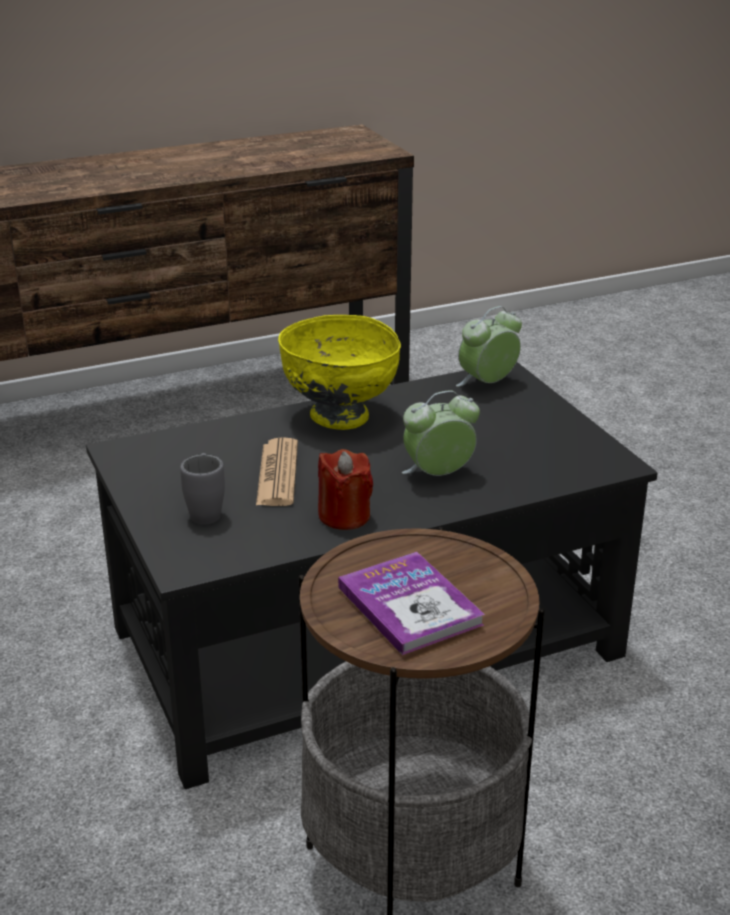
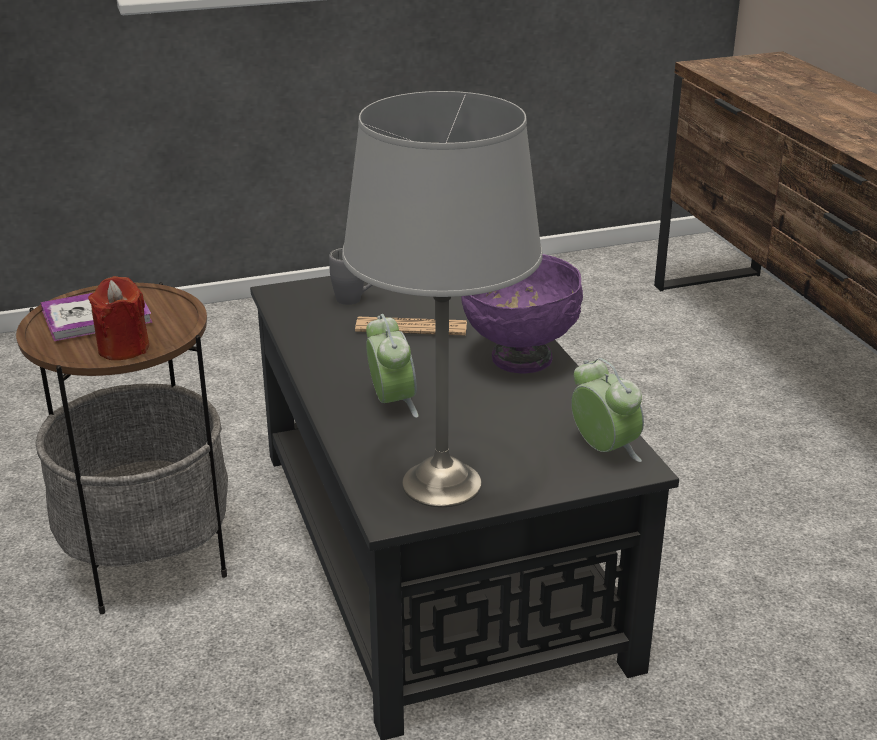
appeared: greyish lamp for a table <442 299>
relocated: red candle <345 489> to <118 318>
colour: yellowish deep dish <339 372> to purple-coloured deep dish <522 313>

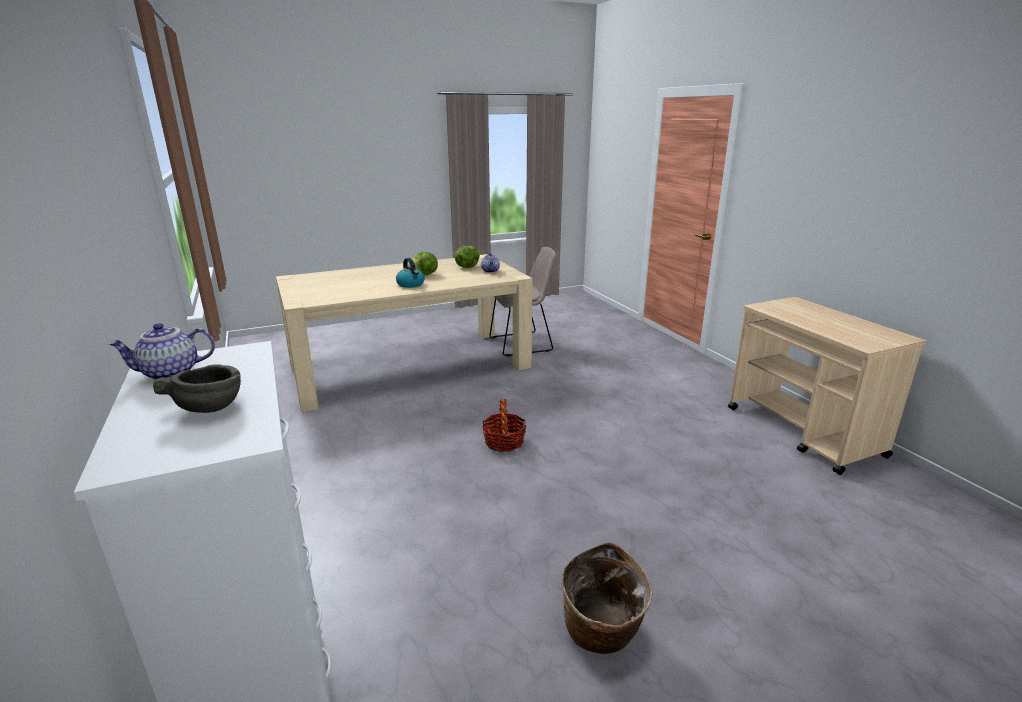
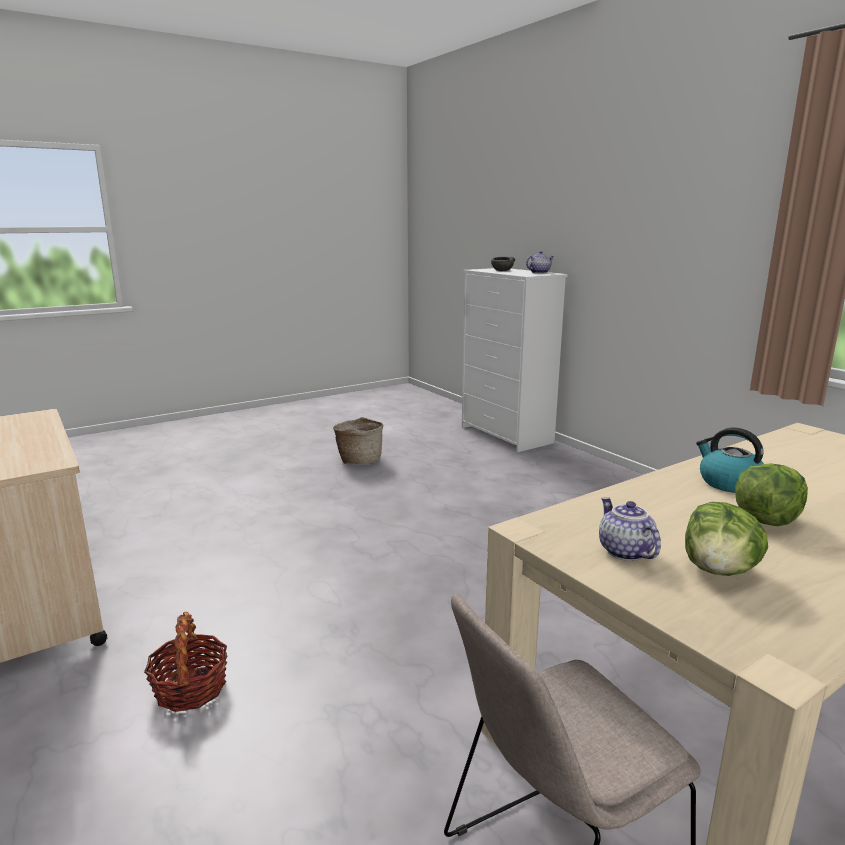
relocated: storage basket <504 425> to <186 662>

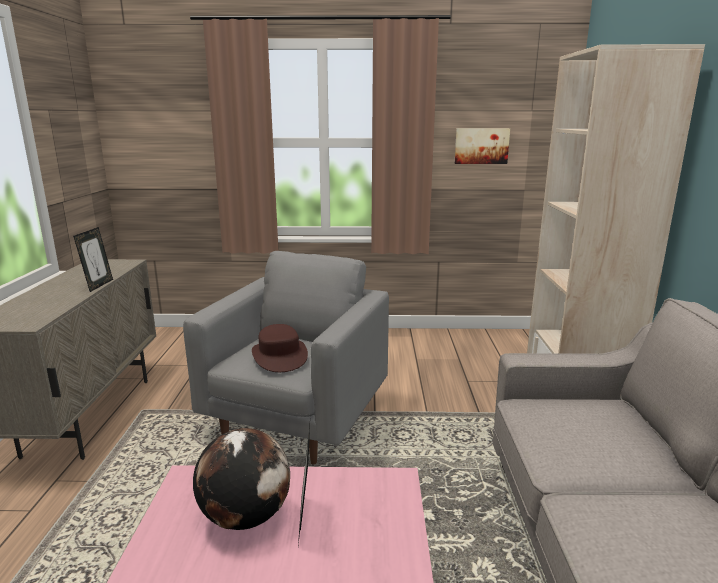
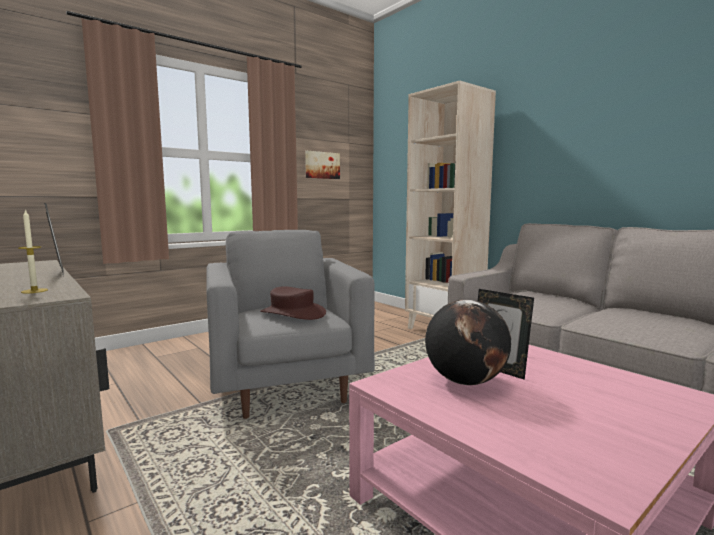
appeared: candle <33 251>

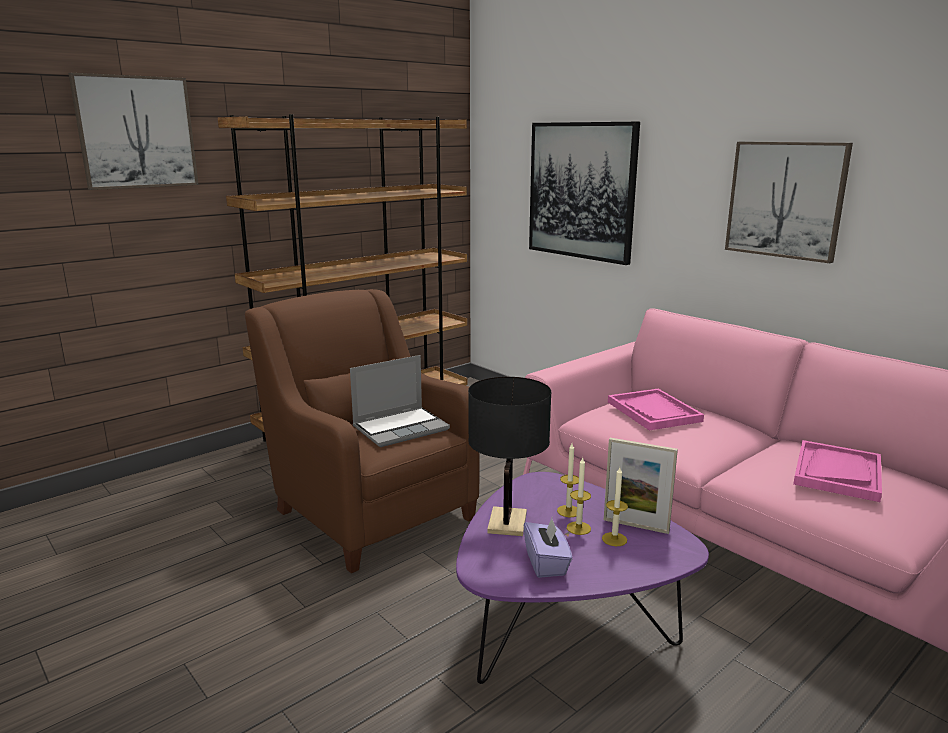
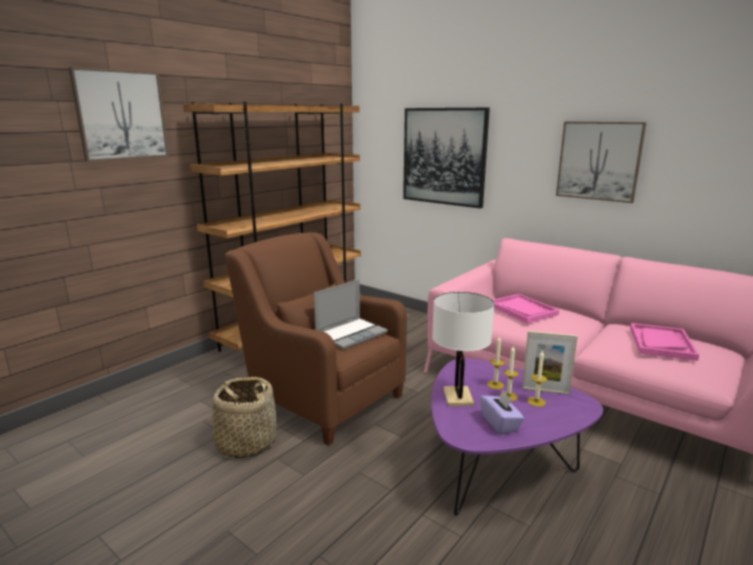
appeared: storage basket <244 418>
colour: black lamp for a table <509 456> to white-coloured lamp for a table <463 349>

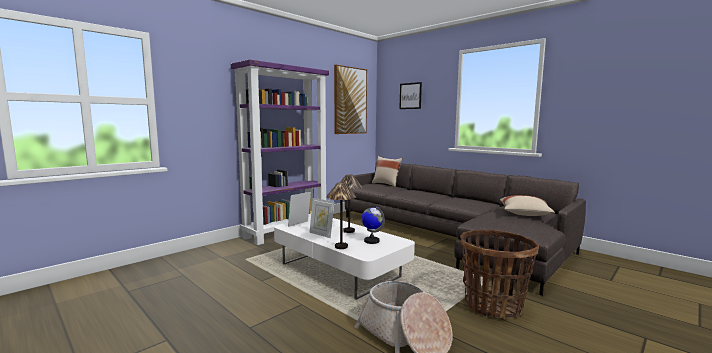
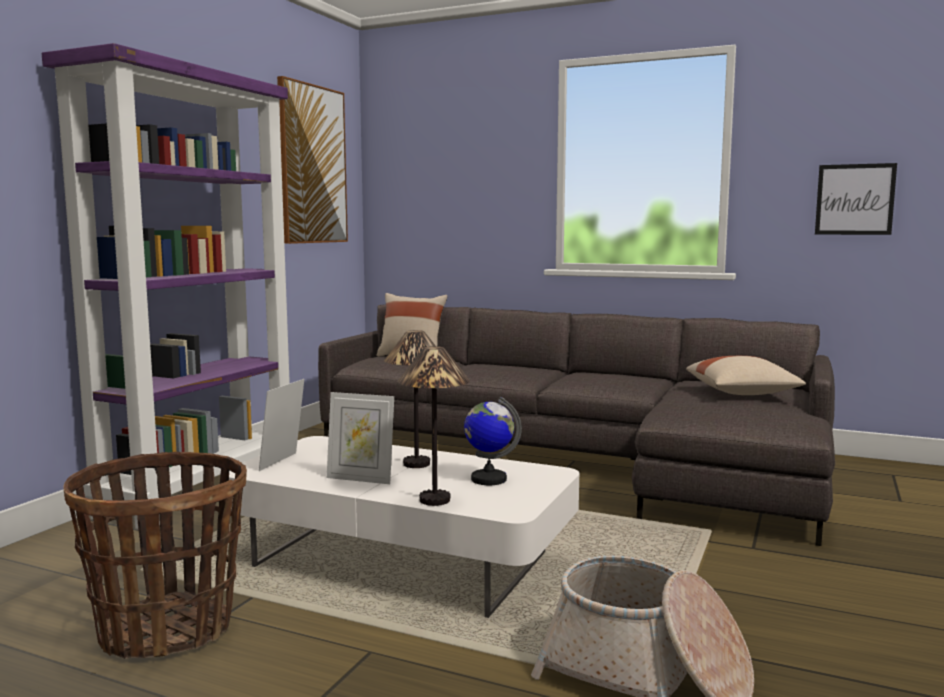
relocated: wall art <410 95> to <856 199>; storage basket <499 274> to <155 555>

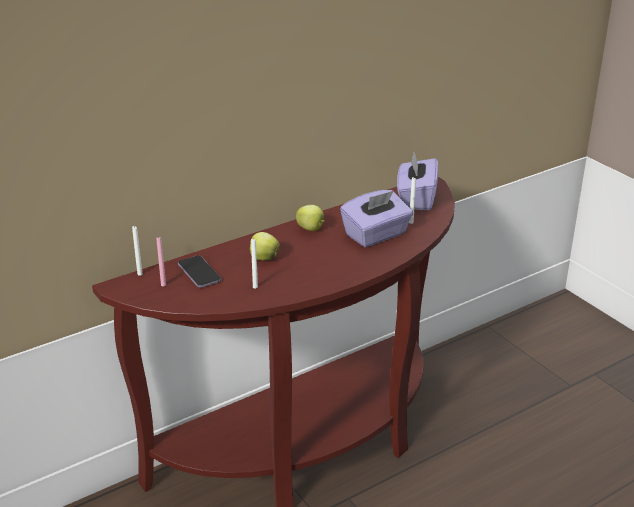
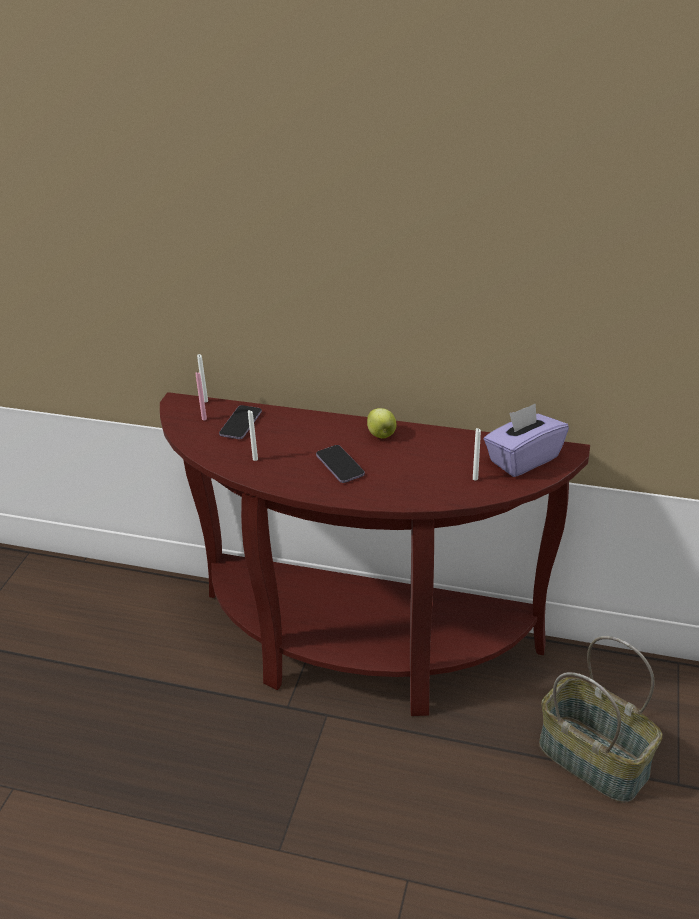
missing: purple-coloured tissue holder <376 218>; apple fruit <265 246>
appeared: telephone <340 464>; storage basket <600 719>

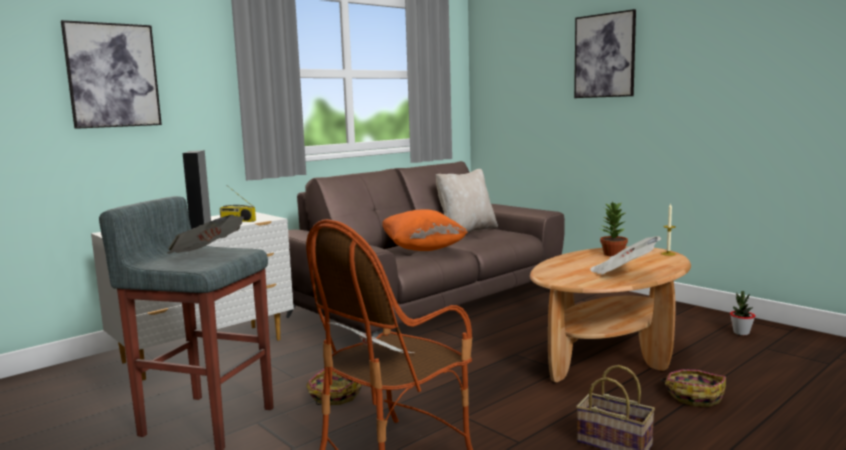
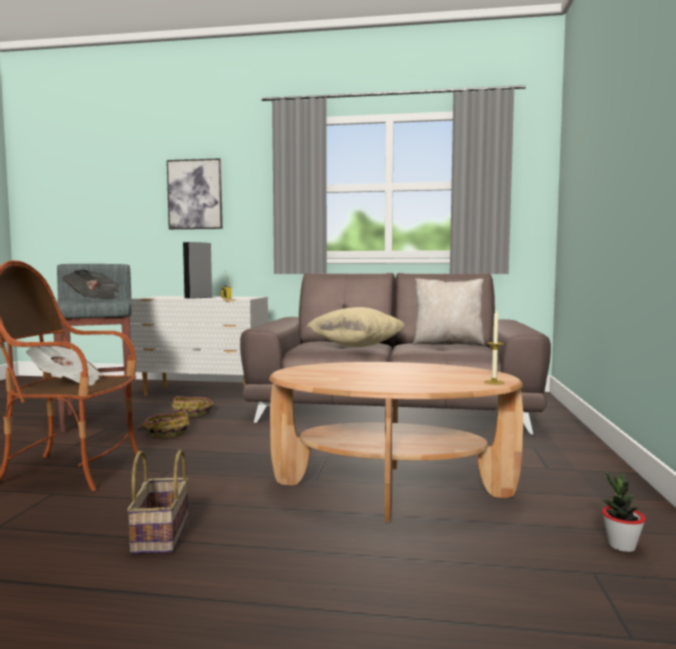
missing: wall art <605 53>; plant in a pot <614 228>; daily paper <625 255>
relocated: storage basket <693 388> to <193 406>
colour: orange cushion <425 230> to beige-coloured cushion <356 327>

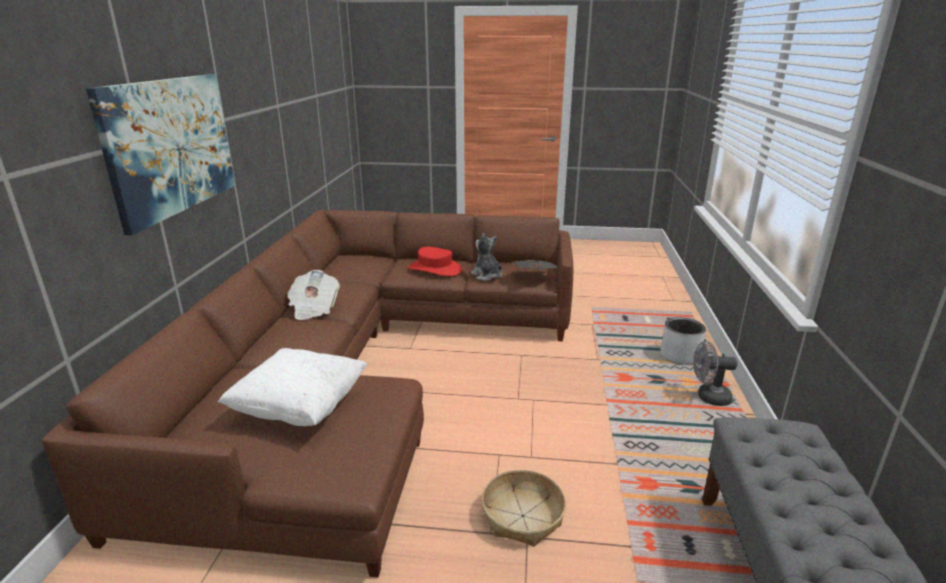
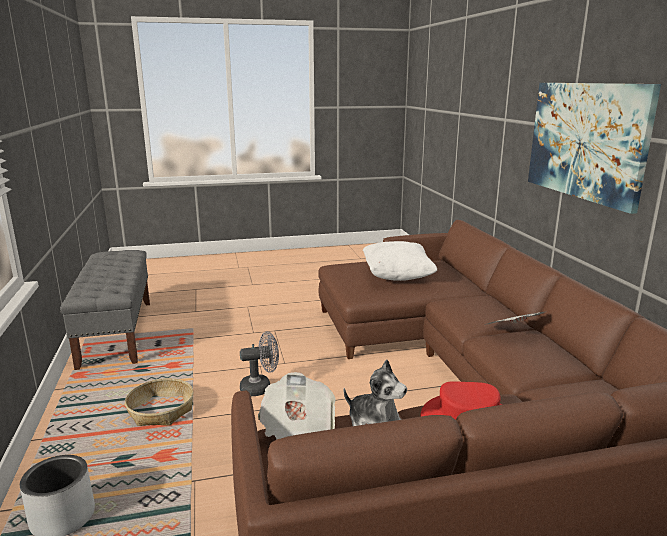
relocated: greyish fan <715 373> to <259 363>; storage basket <524 508> to <159 402>

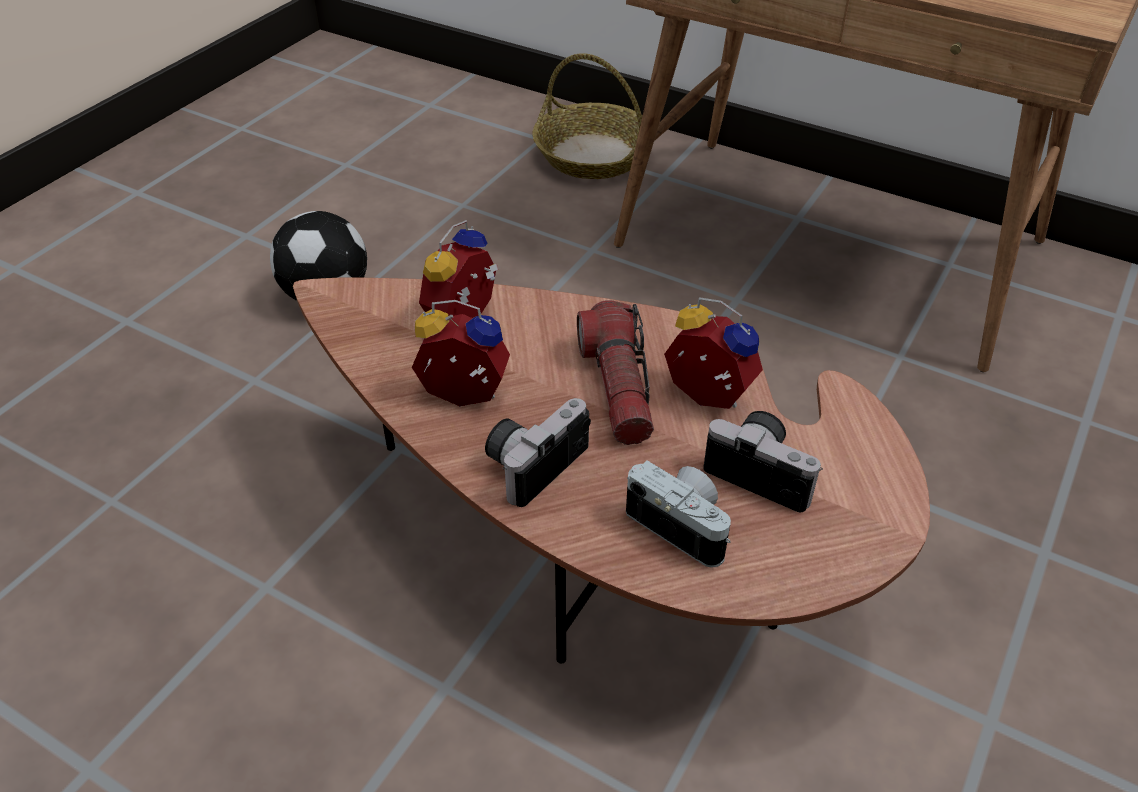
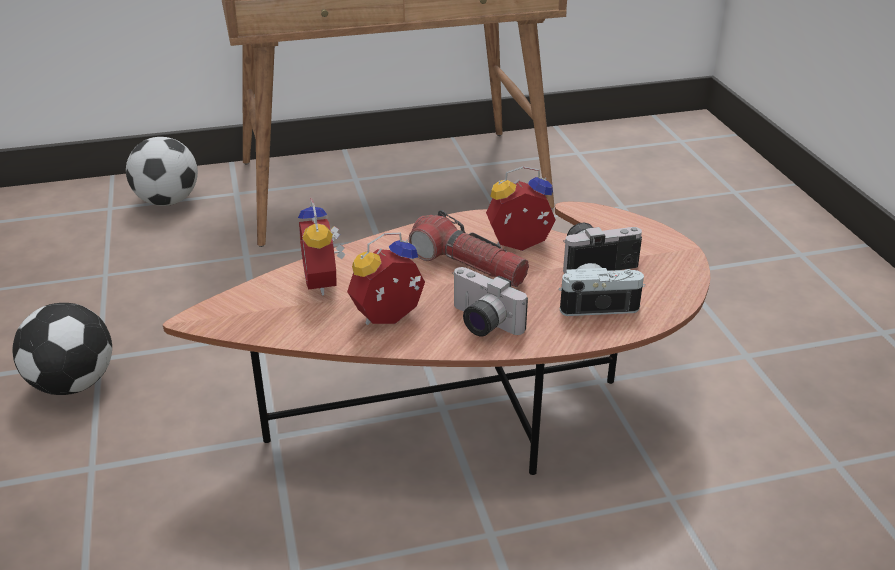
exchanged: storage basket <587 116> to ball for football <162 171>
spun: still camera <538 452> = <490 302> 45 degrees counterclockwise

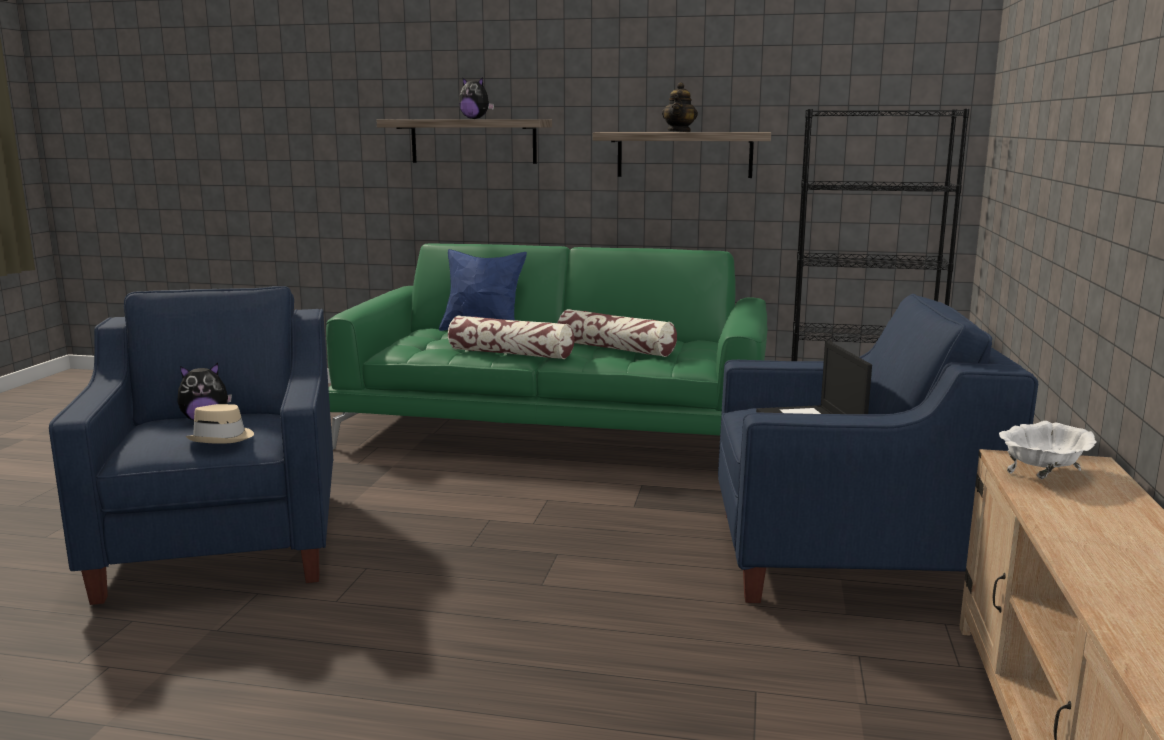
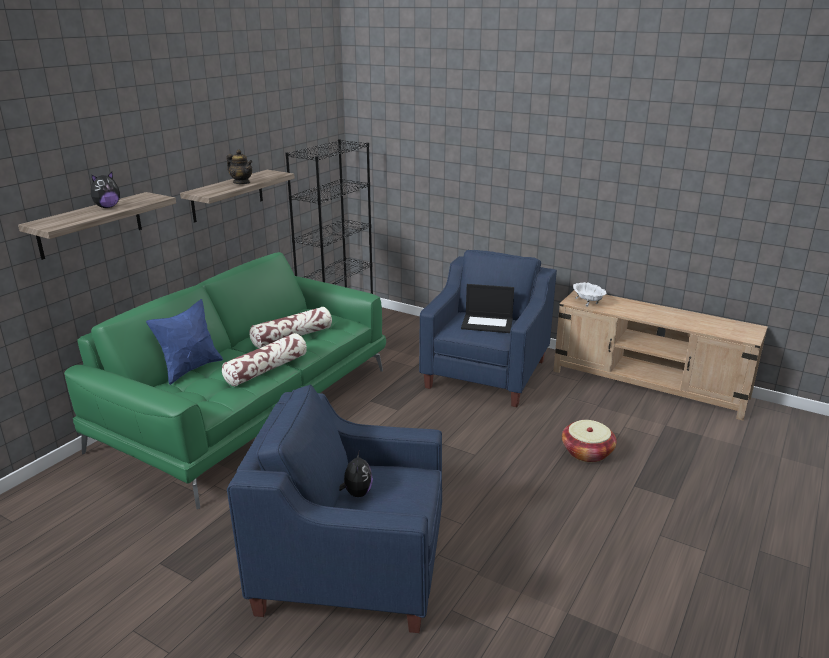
missing: beige-coloured clothing hat <220 424>
appeared: storage basket <589 441>

